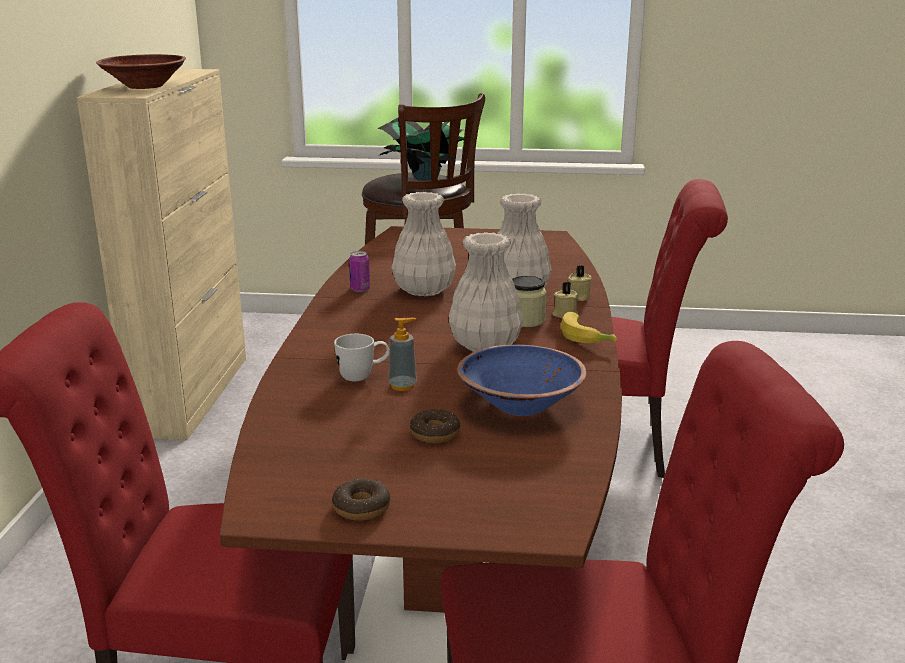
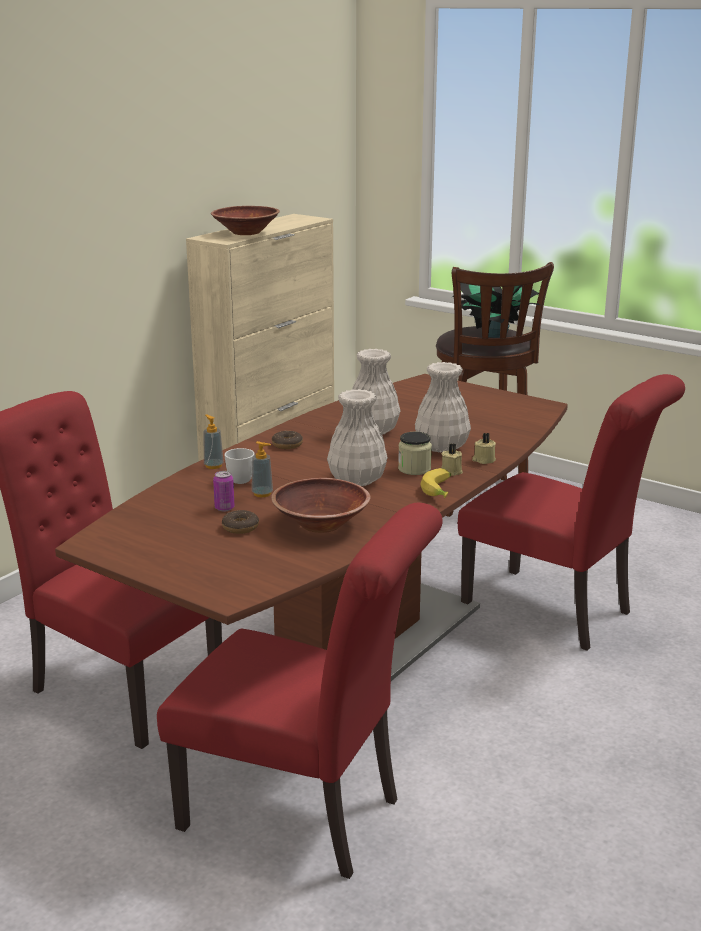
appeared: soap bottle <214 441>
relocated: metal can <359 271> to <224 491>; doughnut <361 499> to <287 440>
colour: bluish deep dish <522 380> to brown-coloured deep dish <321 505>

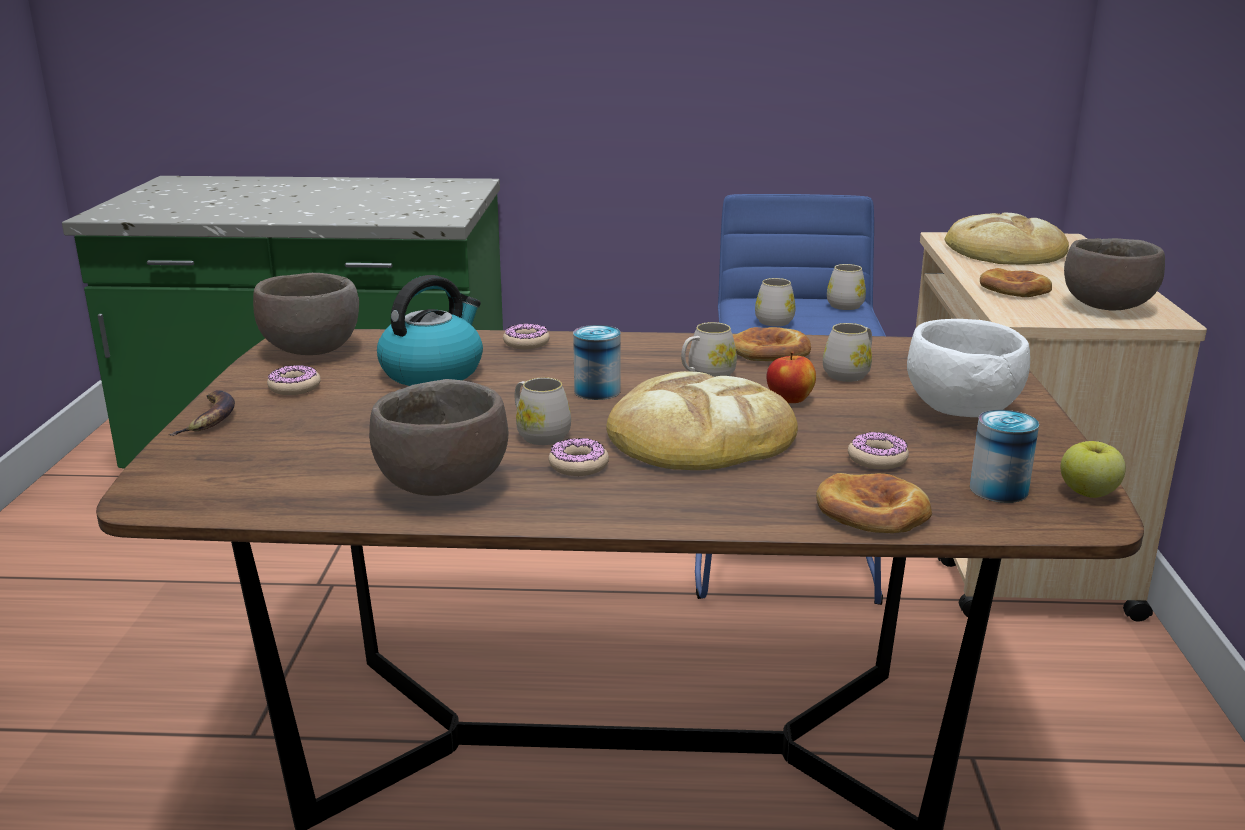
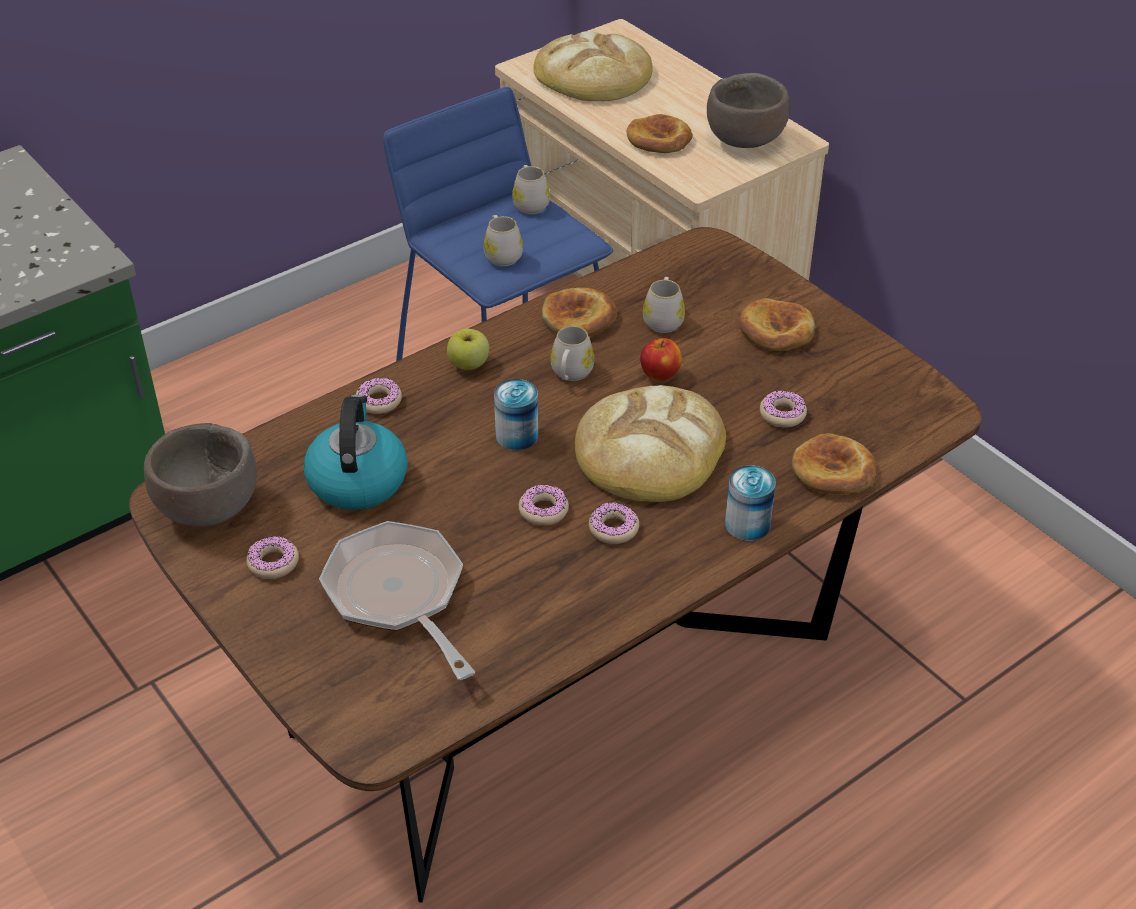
missing: brown-coloured deep dish <438 437>; banana <202 413>
appeared: frying pan <397 600>
relocated: metal can <1004 456> to <750 503>; apple fruit <1093 469> to <468 349>
exchanged: white-coloured deep dish <968 368> to baked bread <777 324>; white-coloured tea mug <543 411> to doughnut <544 505>

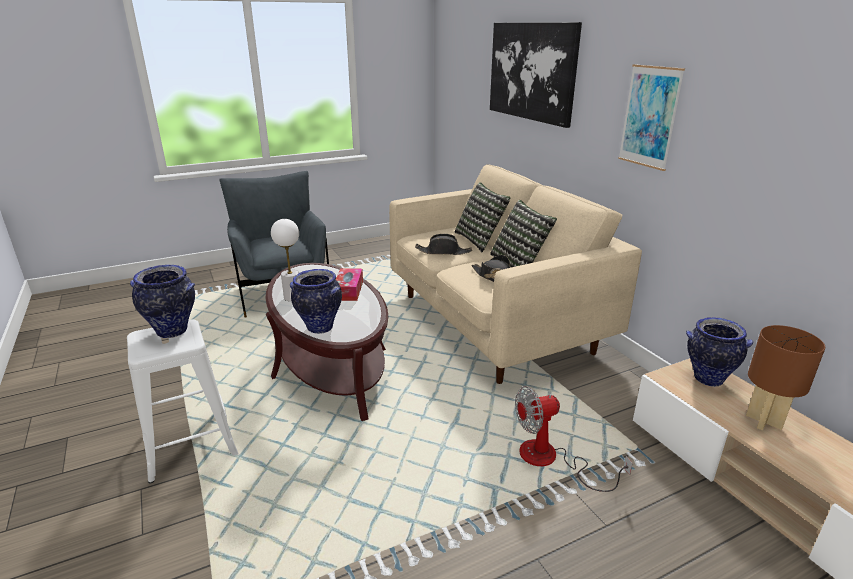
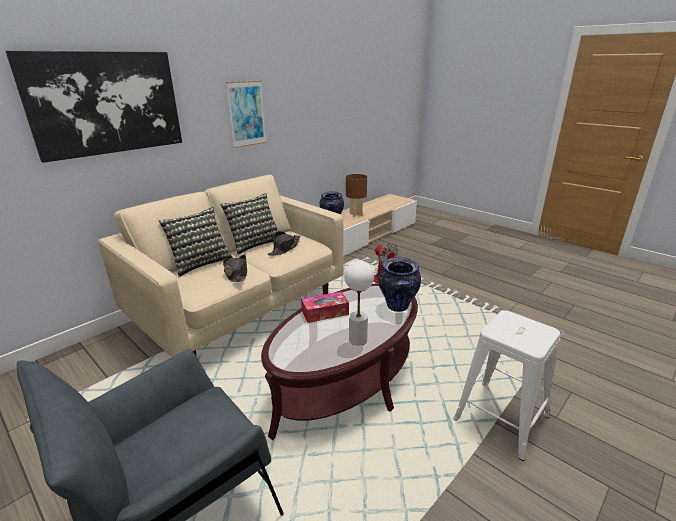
missing: flower vase <162 301>

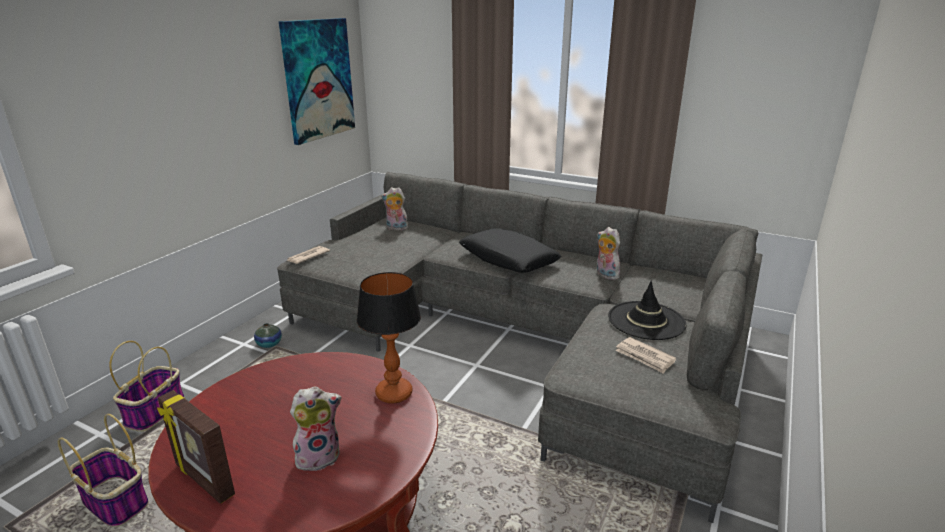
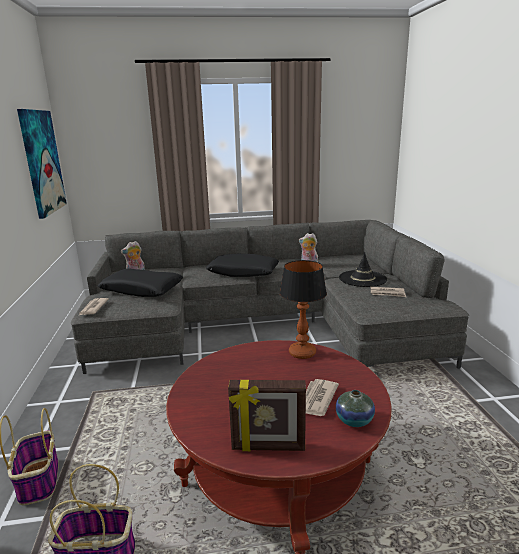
appeared: black cushion <140 282>
relocated: flower vase <268 335> to <355 408>
exchanged: soft toy <315 430> to daily paper <322 397>

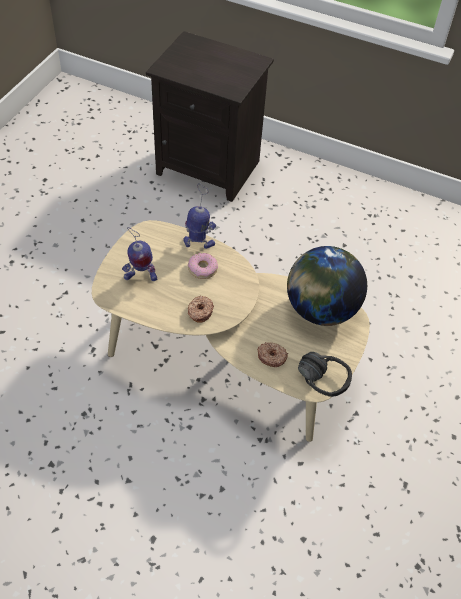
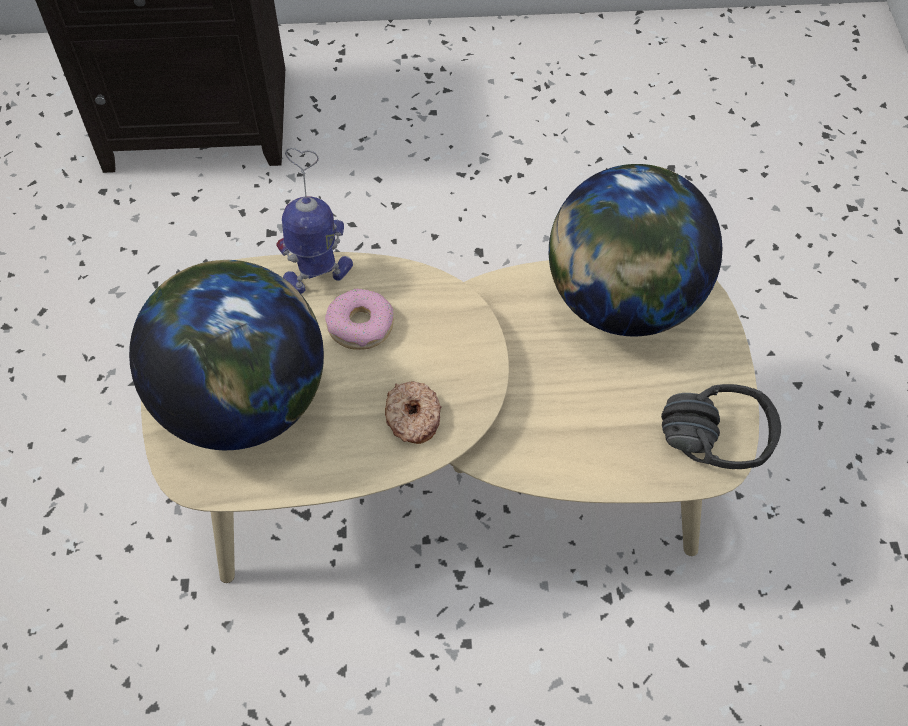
missing: doughnut <272 354>
exchanged: robot figure <139 254> to globe <226 355>

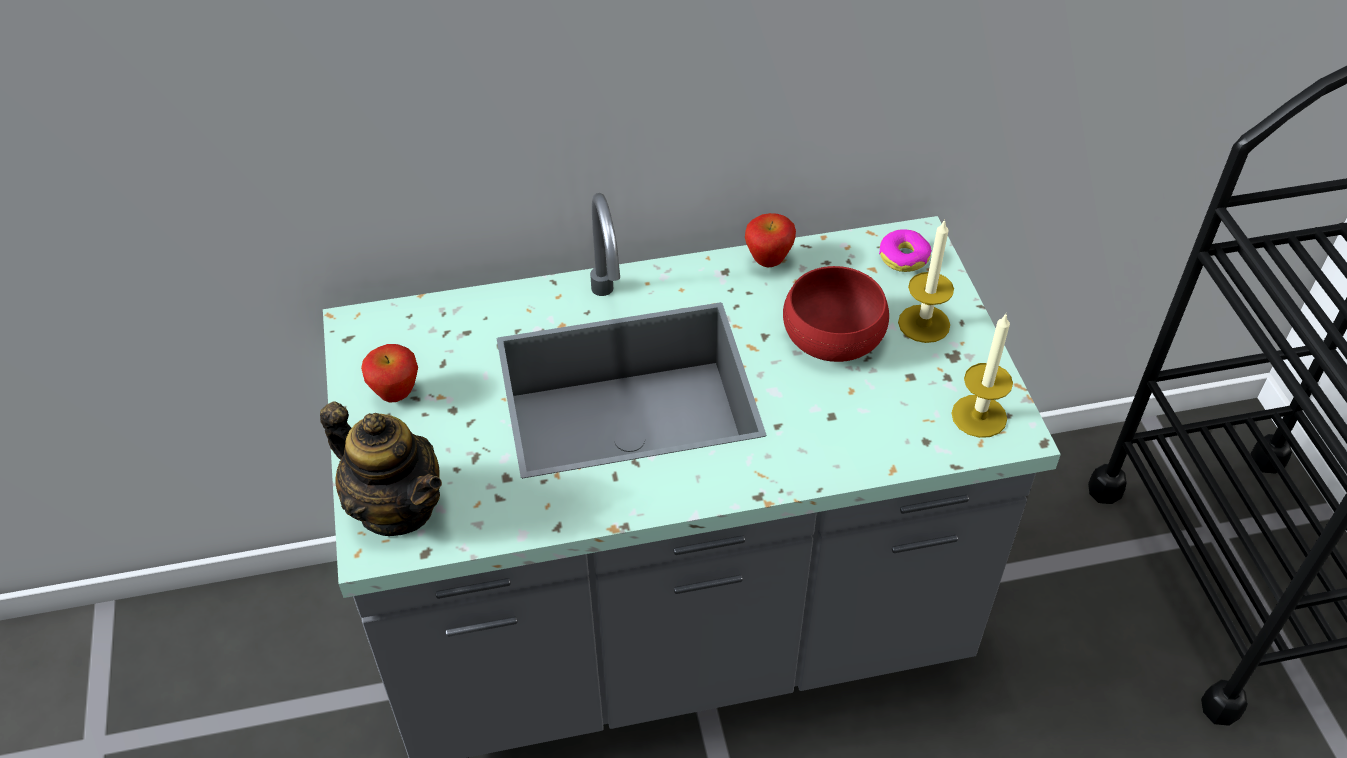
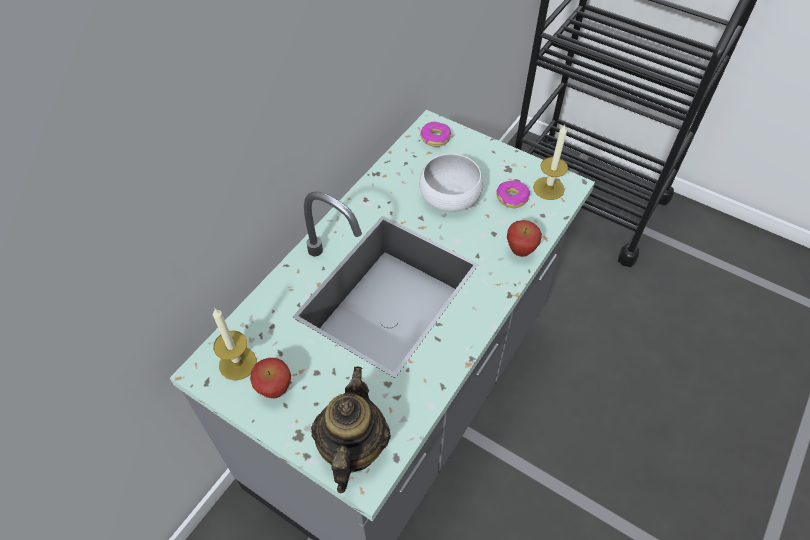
appeared: doughnut <513 194>
relocated: apple fruit <770 240> to <524 238>; candle <926 281> to <235 344>
colour: red deep dish <836 314> to white-coloured deep dish <451 182>
spun: pot for tea <381 469> = <351 430> 75 degrees counterclockwise

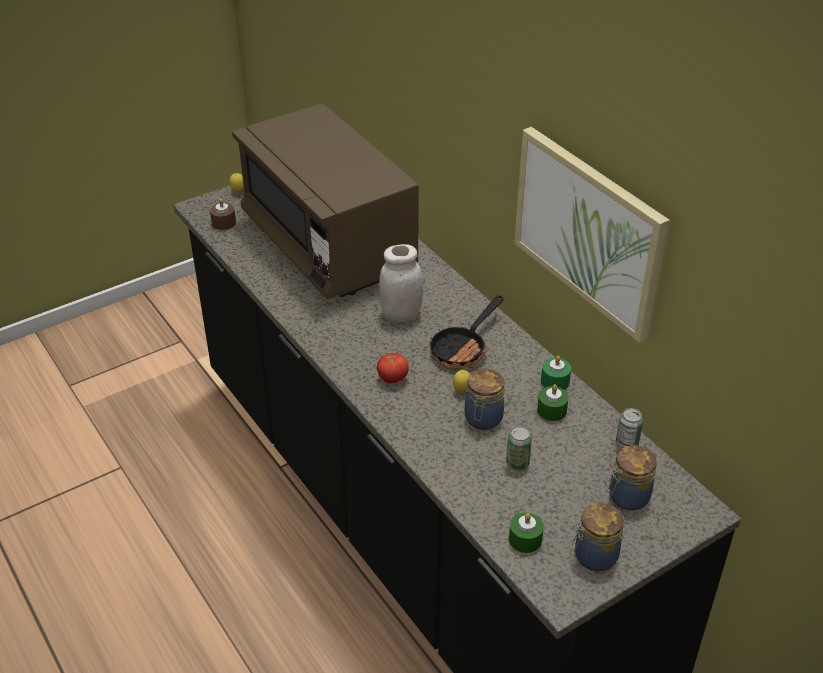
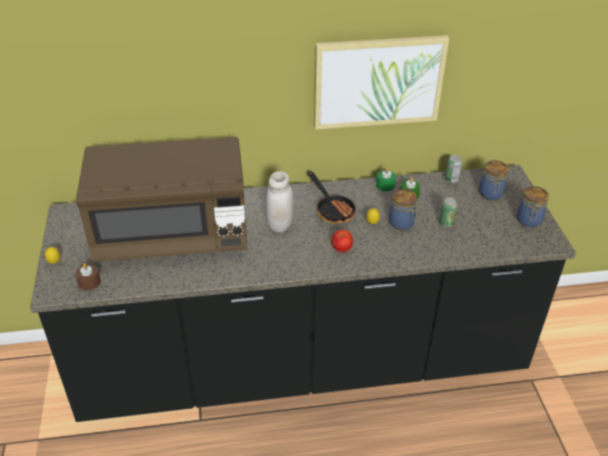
missing: green candle <526 532>

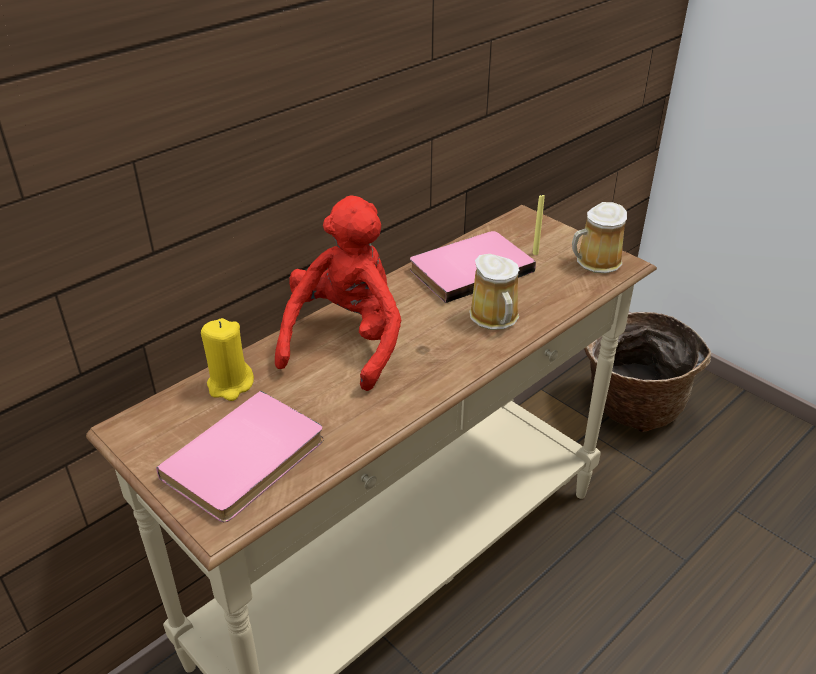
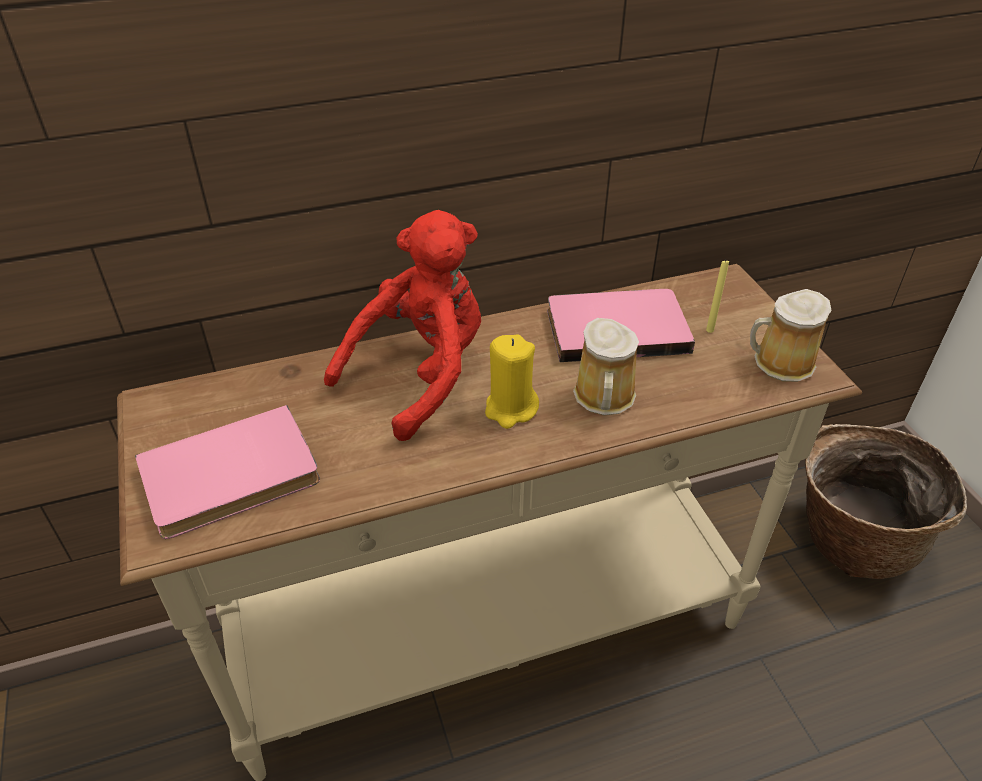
relocated: yellowish candle <227 359> to <512 382>

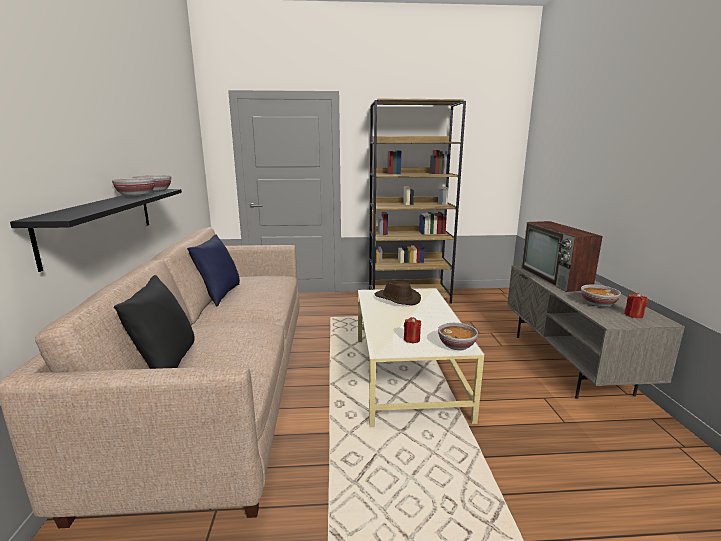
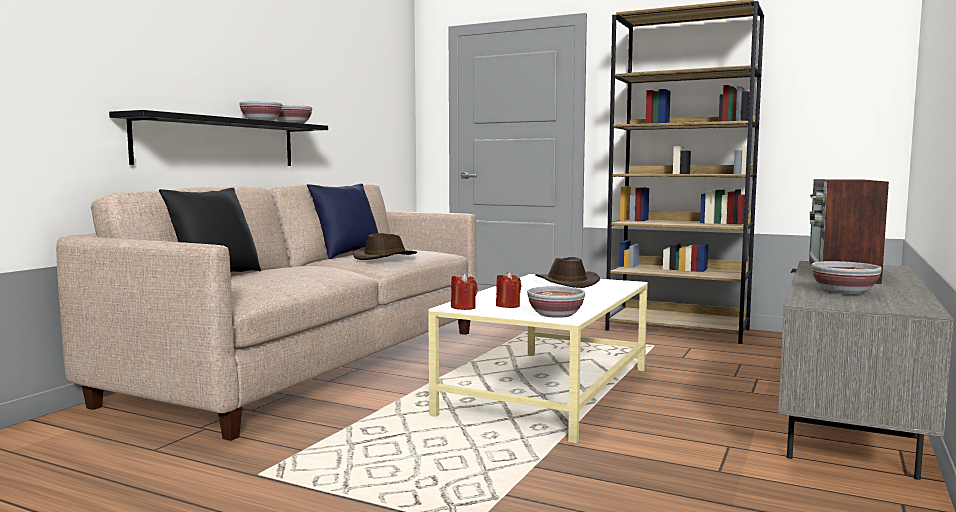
appeared: brown-coloured clothing hat <385 246>
relocated: red candle <636 305> to <464 291>

